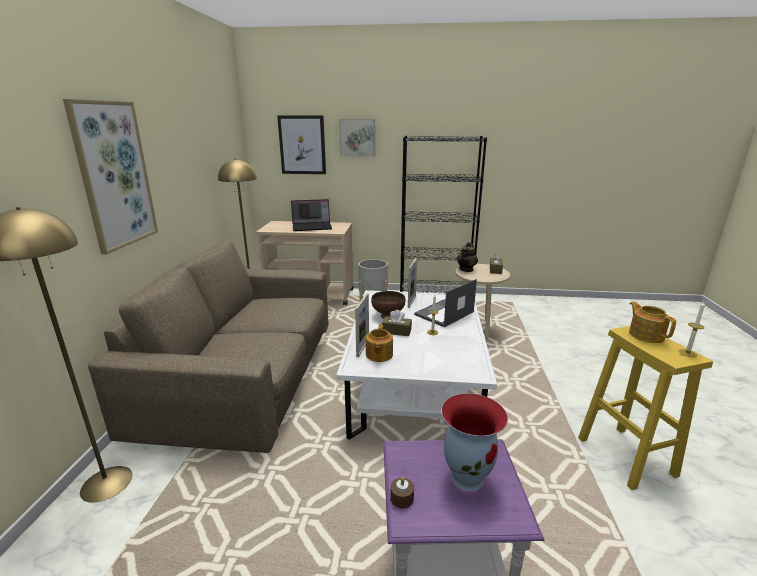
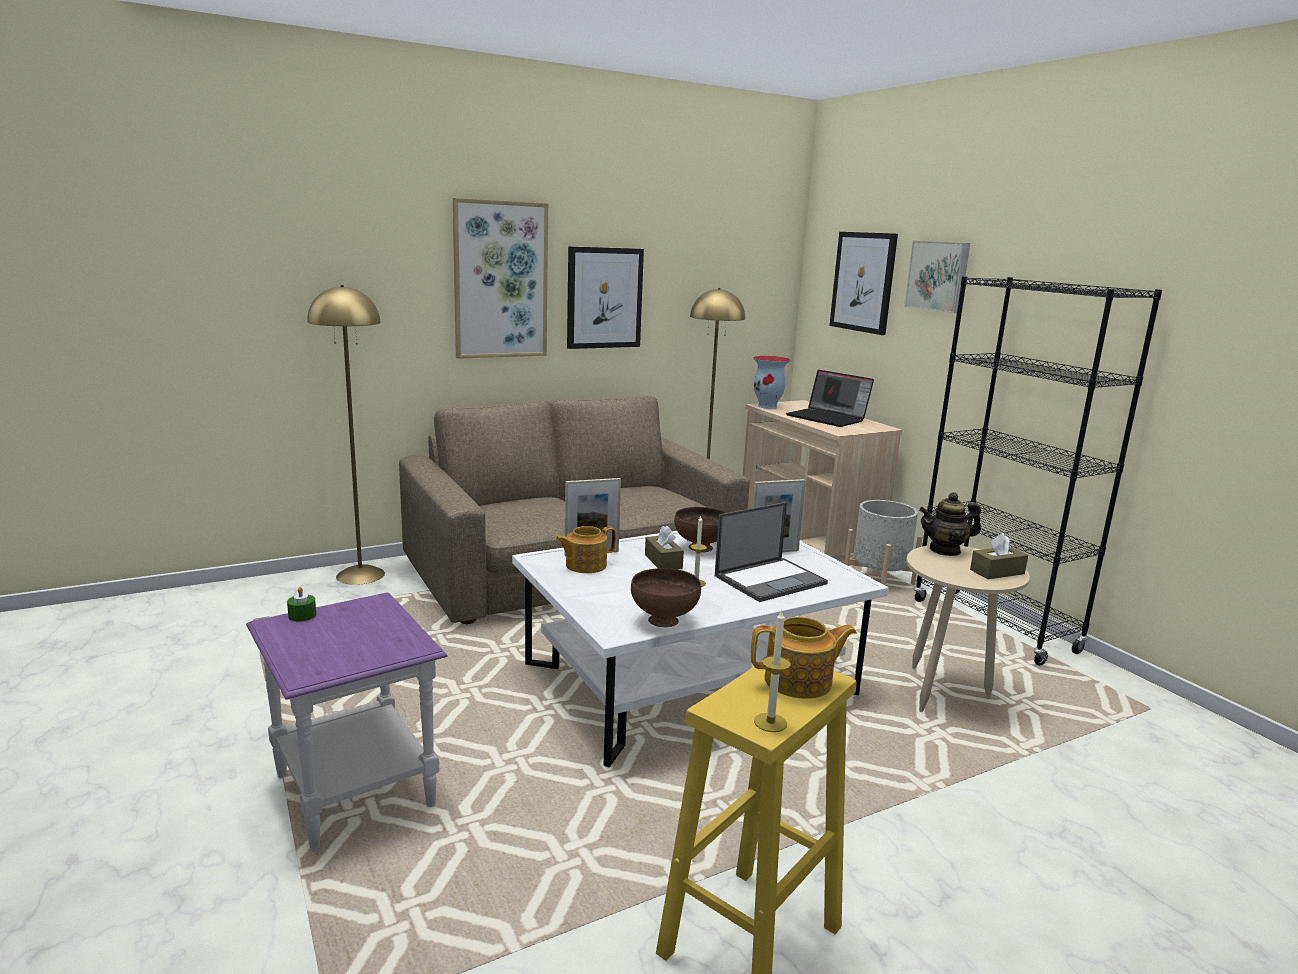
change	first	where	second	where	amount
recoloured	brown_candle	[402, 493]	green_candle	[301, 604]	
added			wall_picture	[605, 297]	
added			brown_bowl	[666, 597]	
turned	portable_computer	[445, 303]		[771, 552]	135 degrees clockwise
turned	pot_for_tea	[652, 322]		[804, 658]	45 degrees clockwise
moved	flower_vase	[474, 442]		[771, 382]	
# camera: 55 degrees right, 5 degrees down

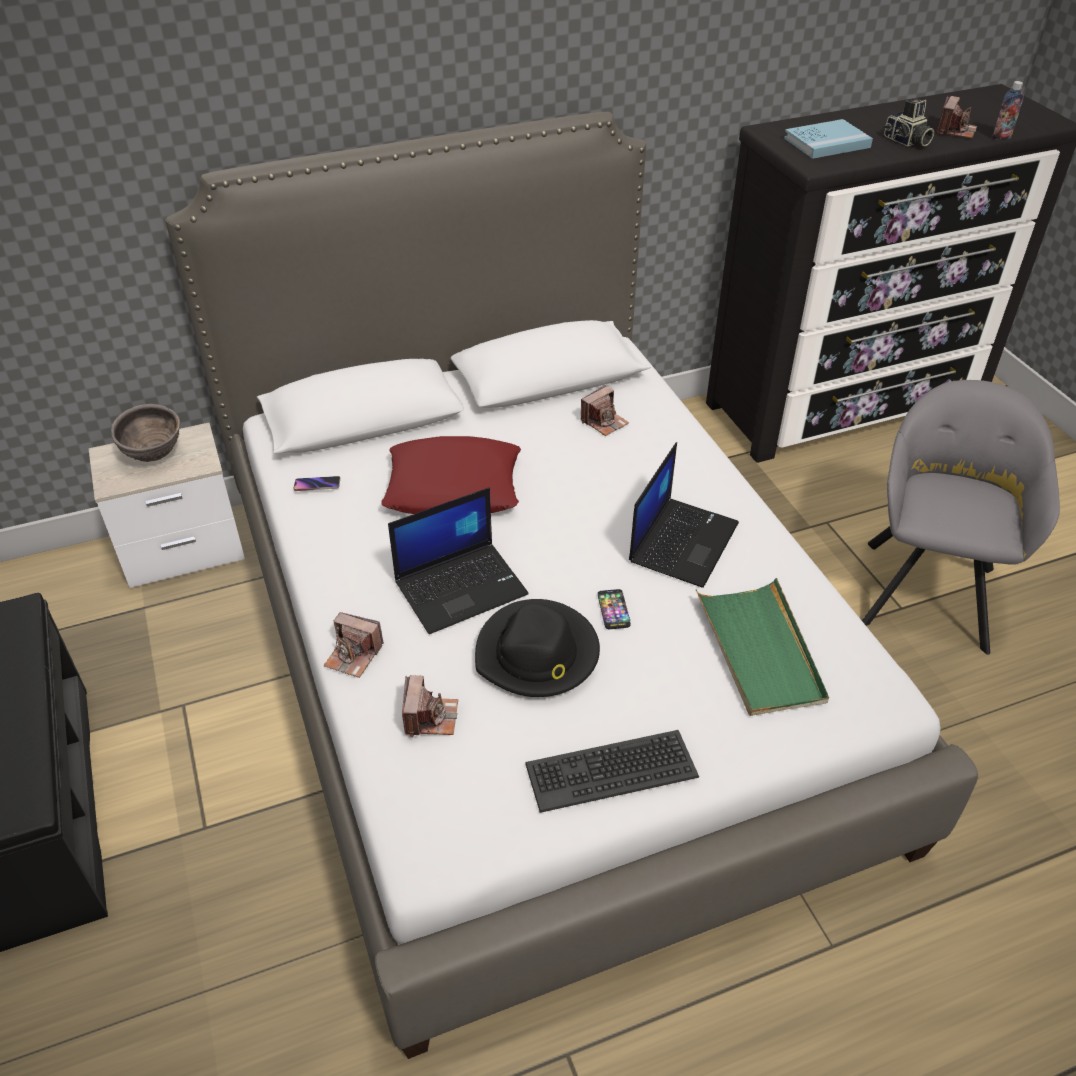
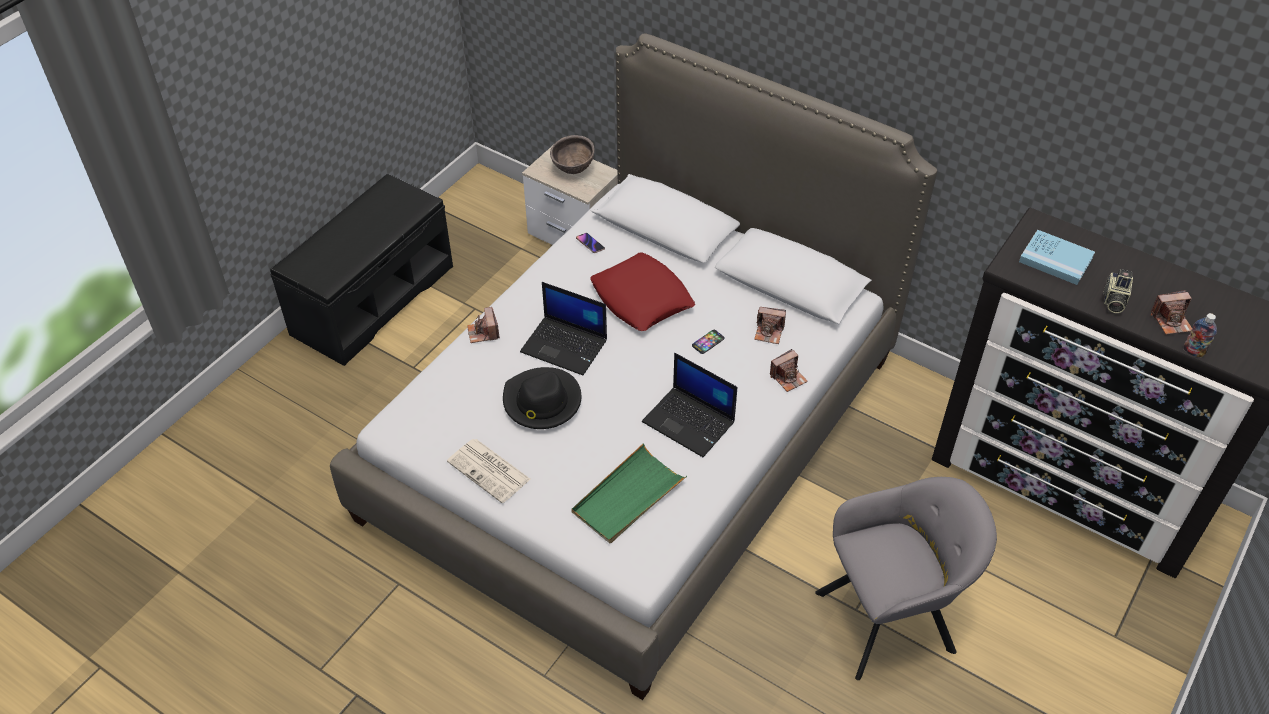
change	first	where	second	where	amount
replaced	PC_keyboard	[612, 771]	printed_paper	[488, 471]	
turned	portable_computer	[684, 515]		[689, 405]	45 degrees clockwise
moved	phone	[614, 609]		[708, 342]	
moved	photo_camera	[430, 706]		[789, 370]	
# camera: 55 degrees right, 5 degrees up

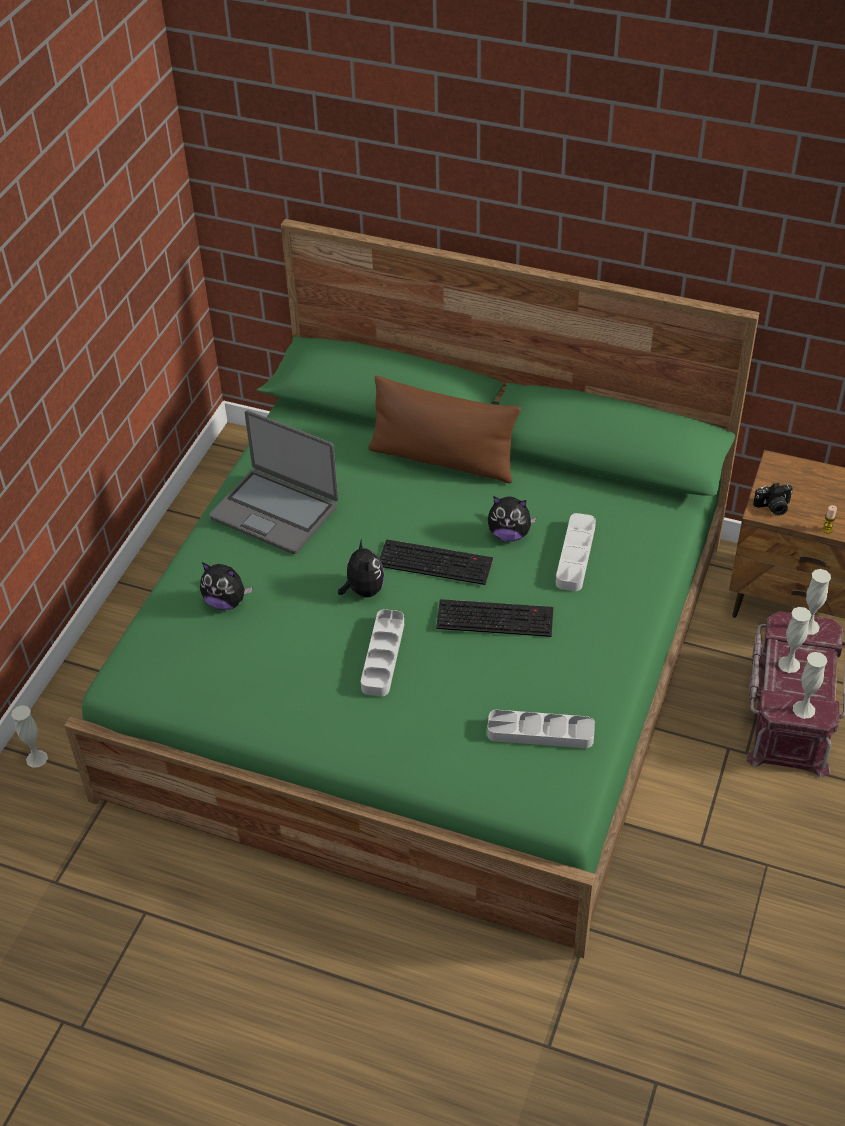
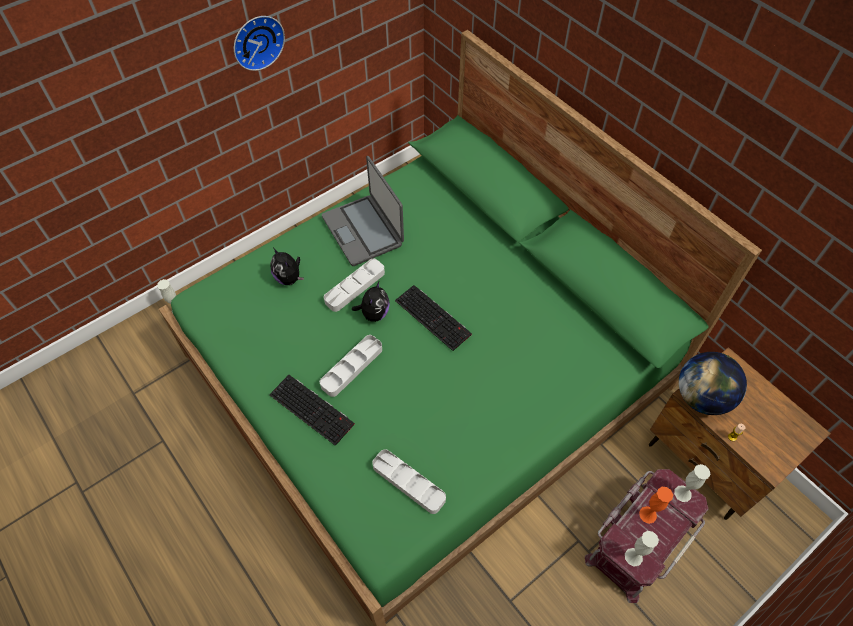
change	first	where	second	where	amount
added			hanging_clock	[259, 43]	
moved	PC_keyboard	[495, 618]		[312, 410]	
moved	greyish_carrying_tray	[576, 552]		[354, 285]	
recoloured	white-coloured_flower_vase	[795, 640]	orange-coloured_flower_vase	[656, 505]	
replaced	photo_camera	[773, 499]	world_globe	[713, 383]	
removed	brown_throw_pillow	[444, 429]			
removed	soft_toy	[512, 518]			
# camera: 30 degrees right, 10 degrees up

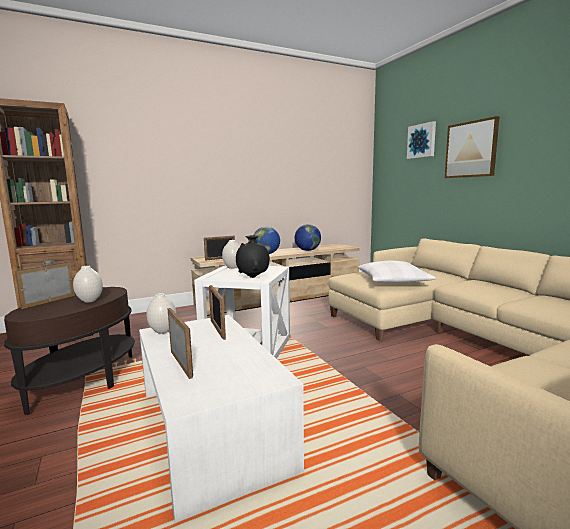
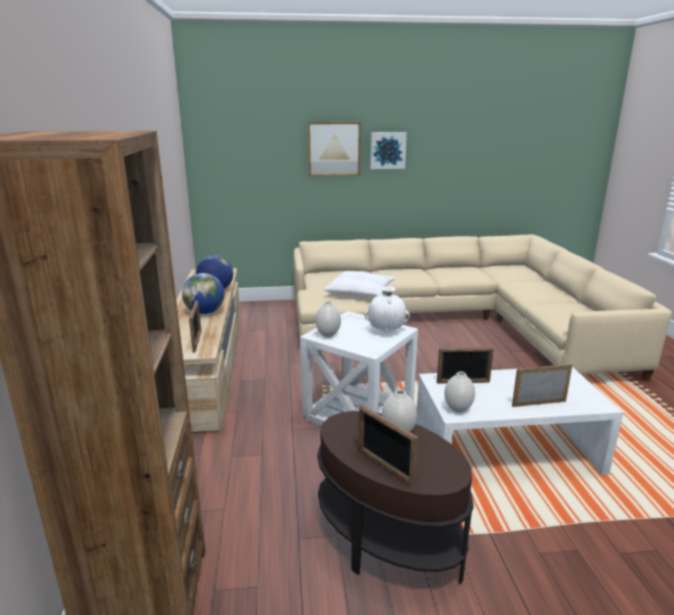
change	first	where	second	where	amount
recoloured	black_flower_vase	[253, 256]	white-coloured_flower_vase	[387, 309]	
moved	wall_picture	[421, 140]		[388, 150]	
# camera: 70 degrees left, 10 degrees up

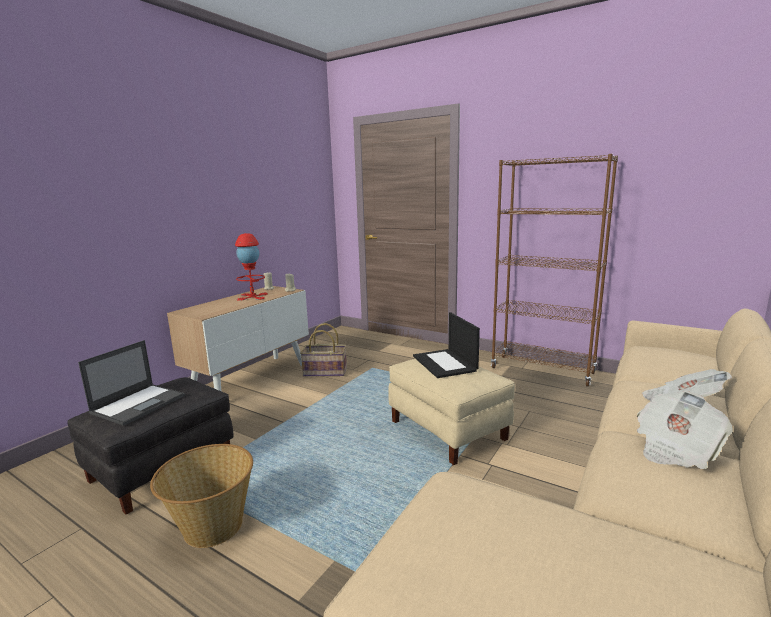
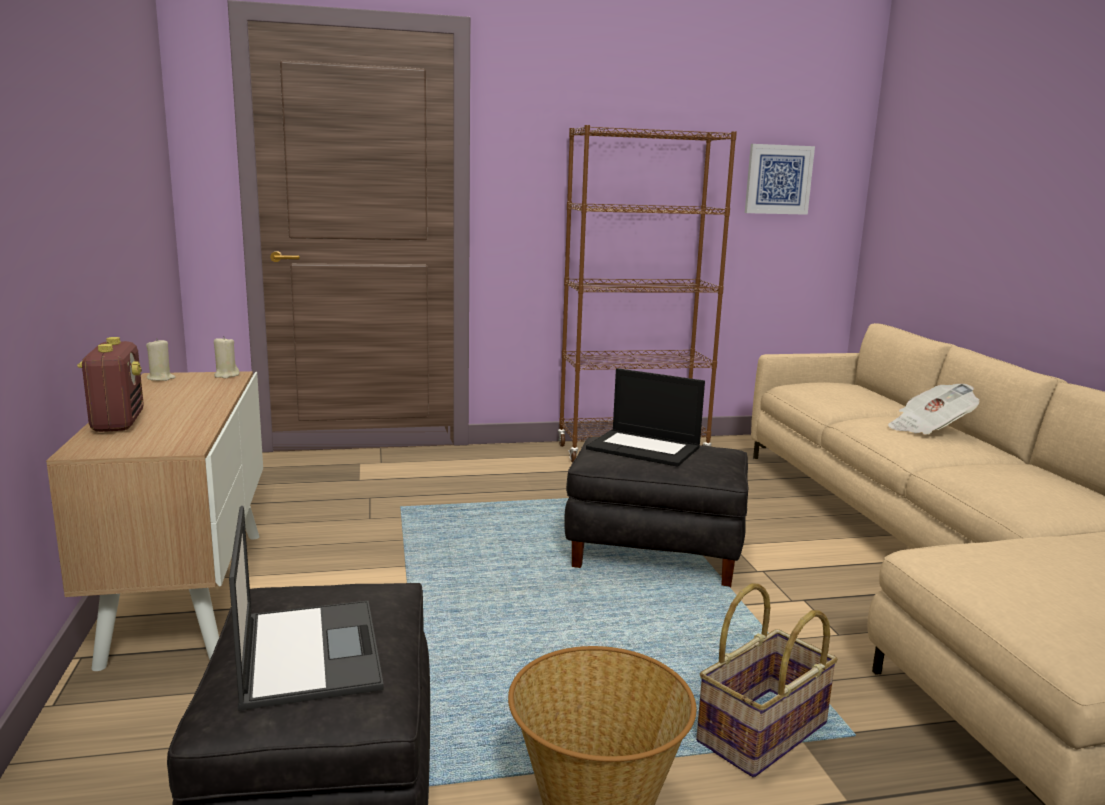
change	first	where	second	where	amount
added			radio_receiver	[110, 384]	
recoloured	beige-coloured_footrest	[451, 412]	black_footrest	[656, 512]	
moved	household_basket	[323, 349]		[767, 680]	
added			wall_picture	[780, 179]	
removed	red_table_lamp	[251, 267]			
removed	printed_paper	[685, 430]			
# camera: 45 degrees left, 0 degrees up

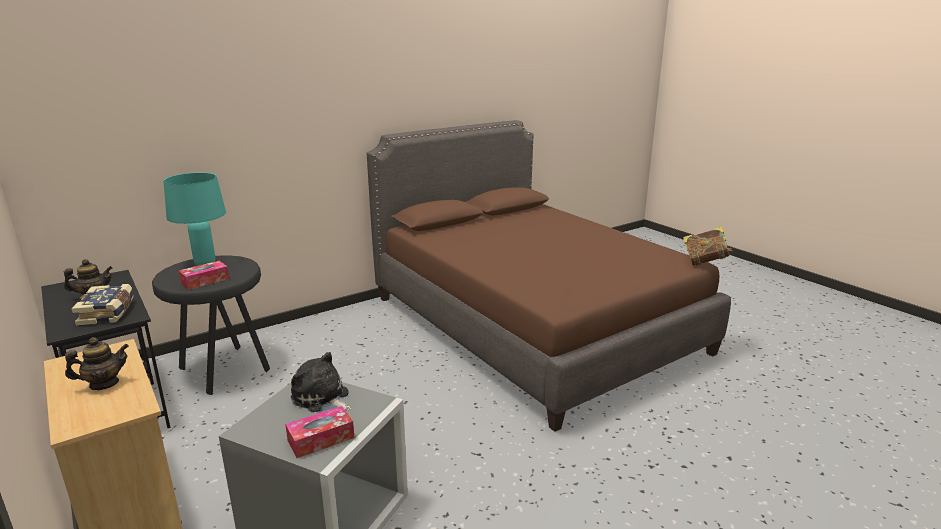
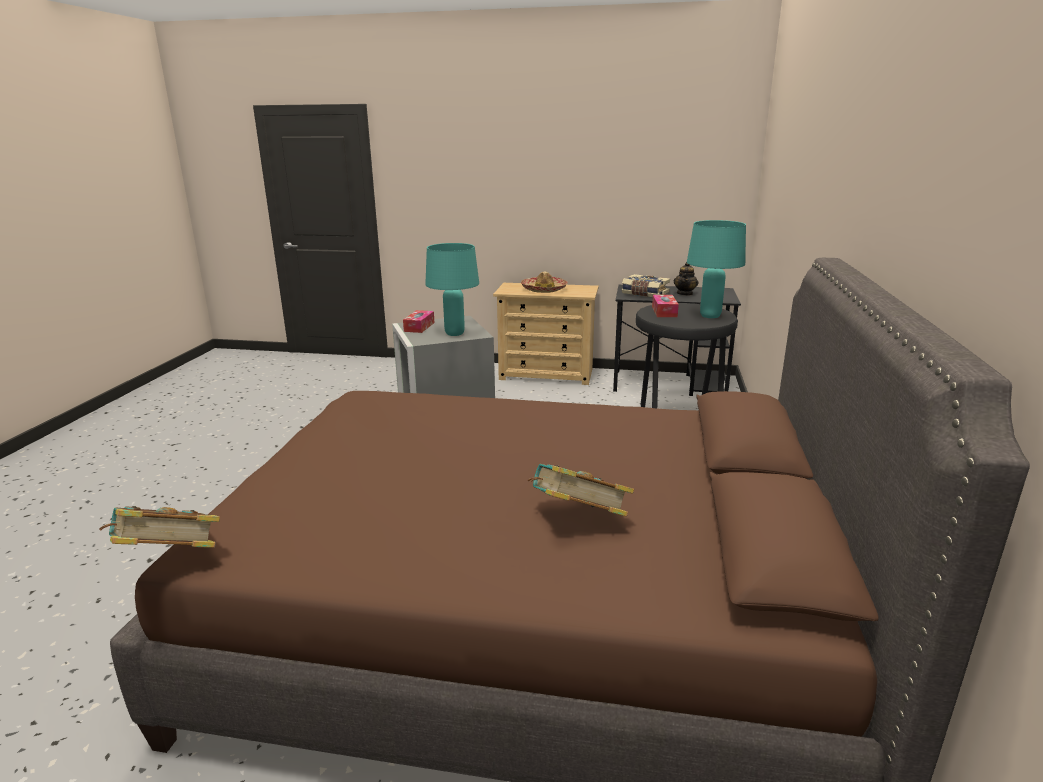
change	first	where	second	where	amount
replaced	soft_toy	[321, 382]	turquoise-coloured_table_lamp	[452, 289]	
replaced	pot_for_tea	[97, 363]	clothing_hat	[544, 282]	
added			book	[581, 490]	
# camera: 135 degrees right, 0 degrees up

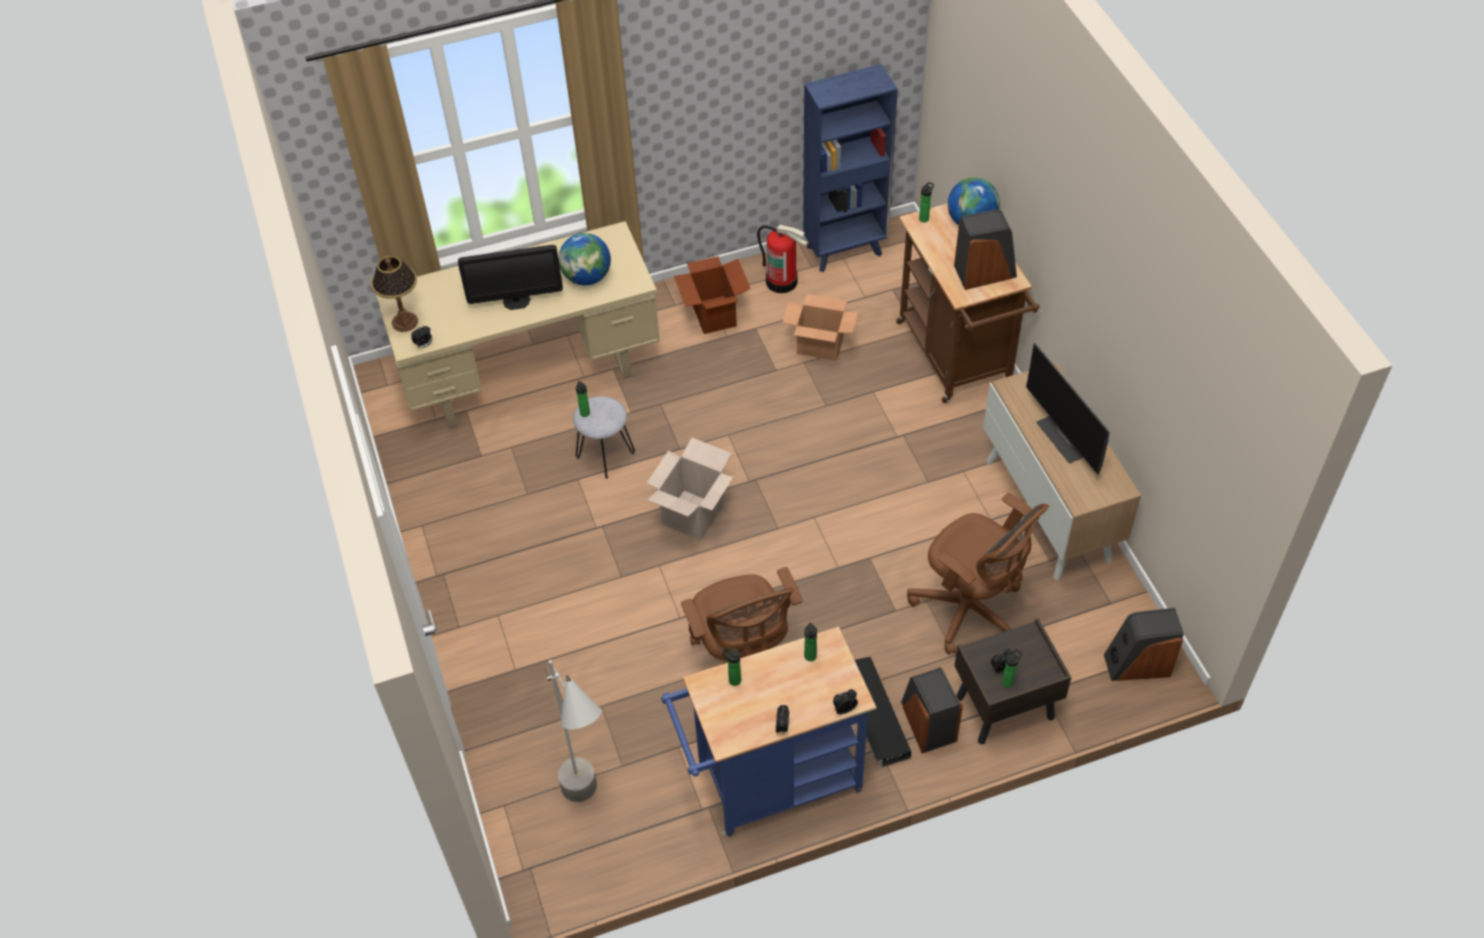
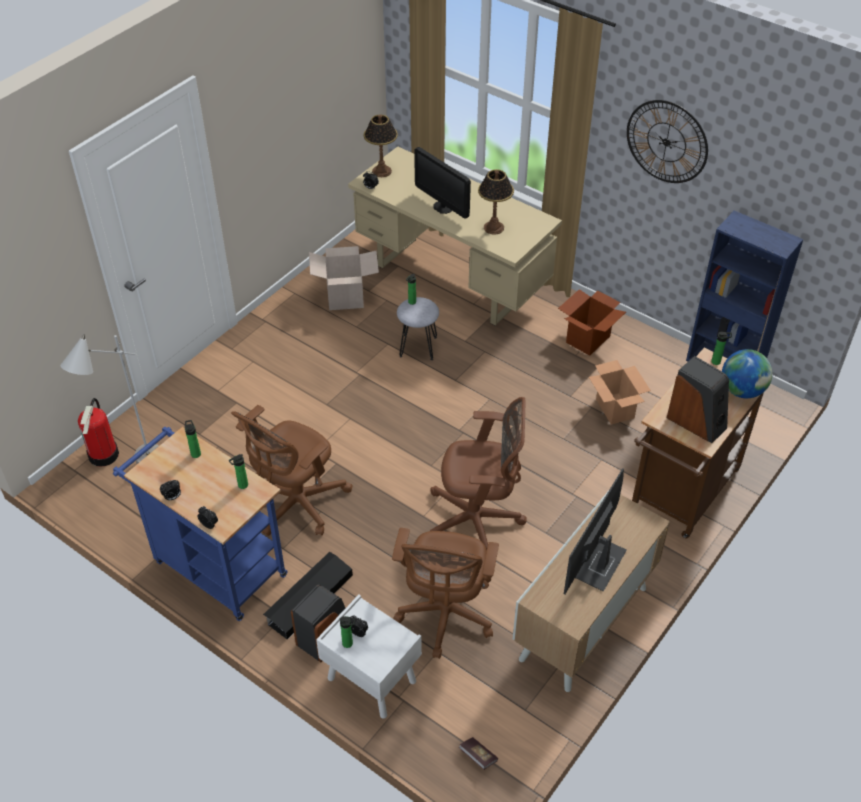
change	first	where	second	where	amount
moved	fire-fighting_cylinder	[782, 259]		[98, 432]	
moved	packing_box	[690, 489]		[344, 278]	
recoloured	brown_night_table	[1013, 681]	white-coloured_night_table	[369, 657]	
added			brown_office_chair	[478, 473]	
replaced	speaker	[1144, 644]	book	[478, 753]	
replaced	world_globe	[585, 259]	table_lamp	[496, 202]	
added			hanging_clock	[667, 141]	
# camera: 55 degrees right, 5 degrees down

